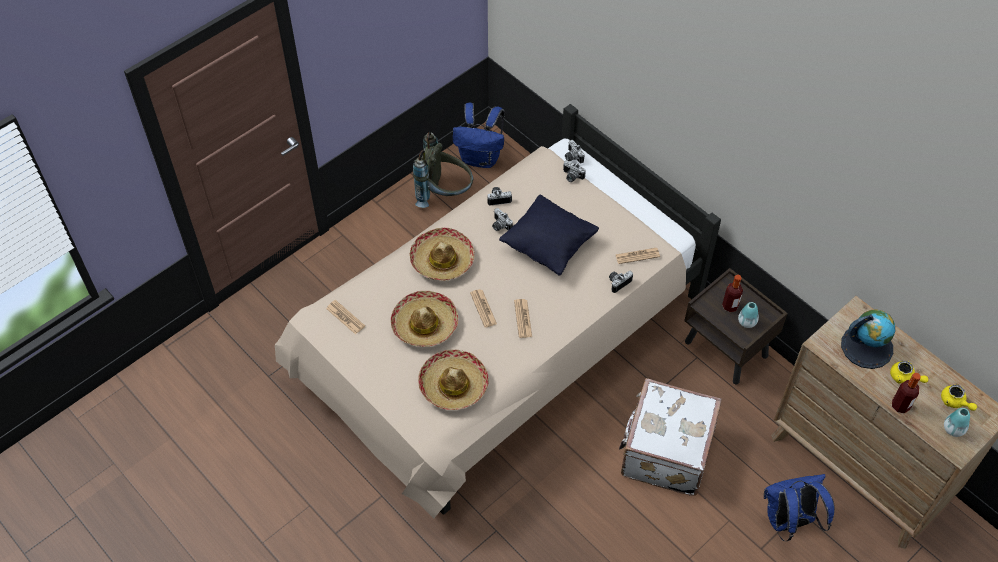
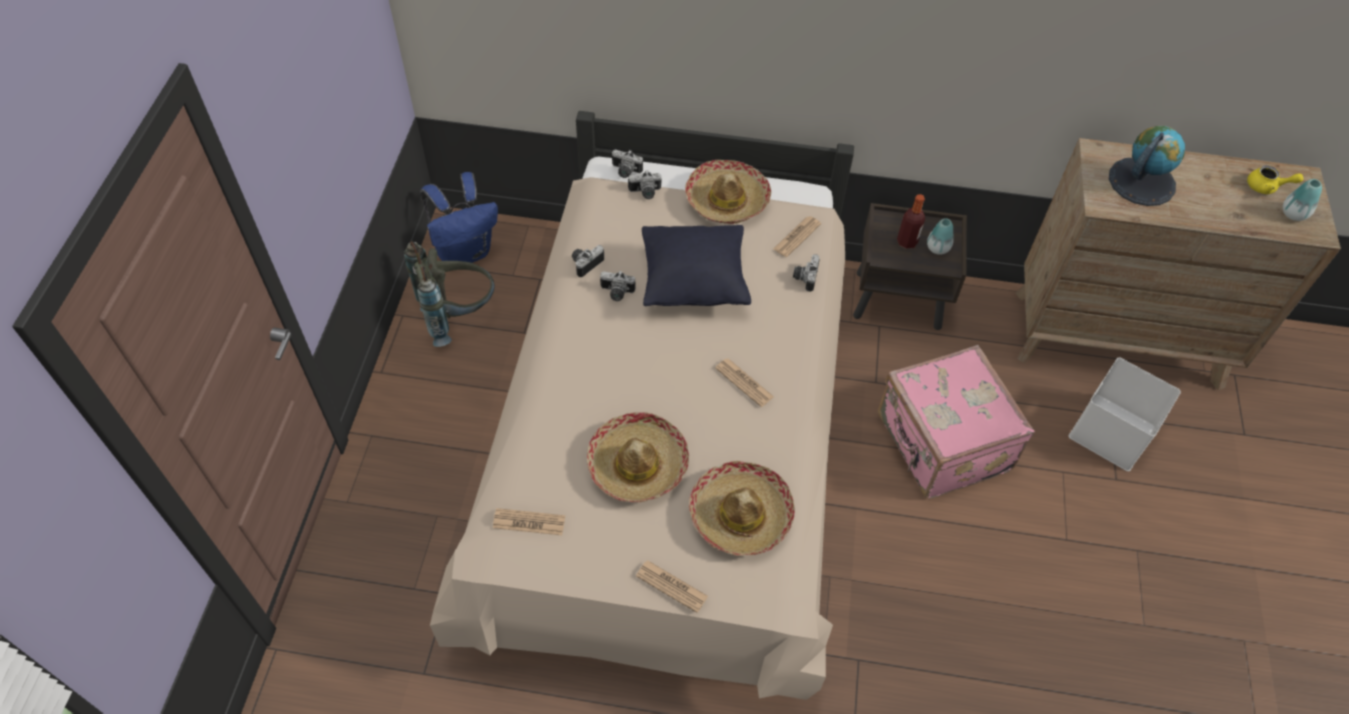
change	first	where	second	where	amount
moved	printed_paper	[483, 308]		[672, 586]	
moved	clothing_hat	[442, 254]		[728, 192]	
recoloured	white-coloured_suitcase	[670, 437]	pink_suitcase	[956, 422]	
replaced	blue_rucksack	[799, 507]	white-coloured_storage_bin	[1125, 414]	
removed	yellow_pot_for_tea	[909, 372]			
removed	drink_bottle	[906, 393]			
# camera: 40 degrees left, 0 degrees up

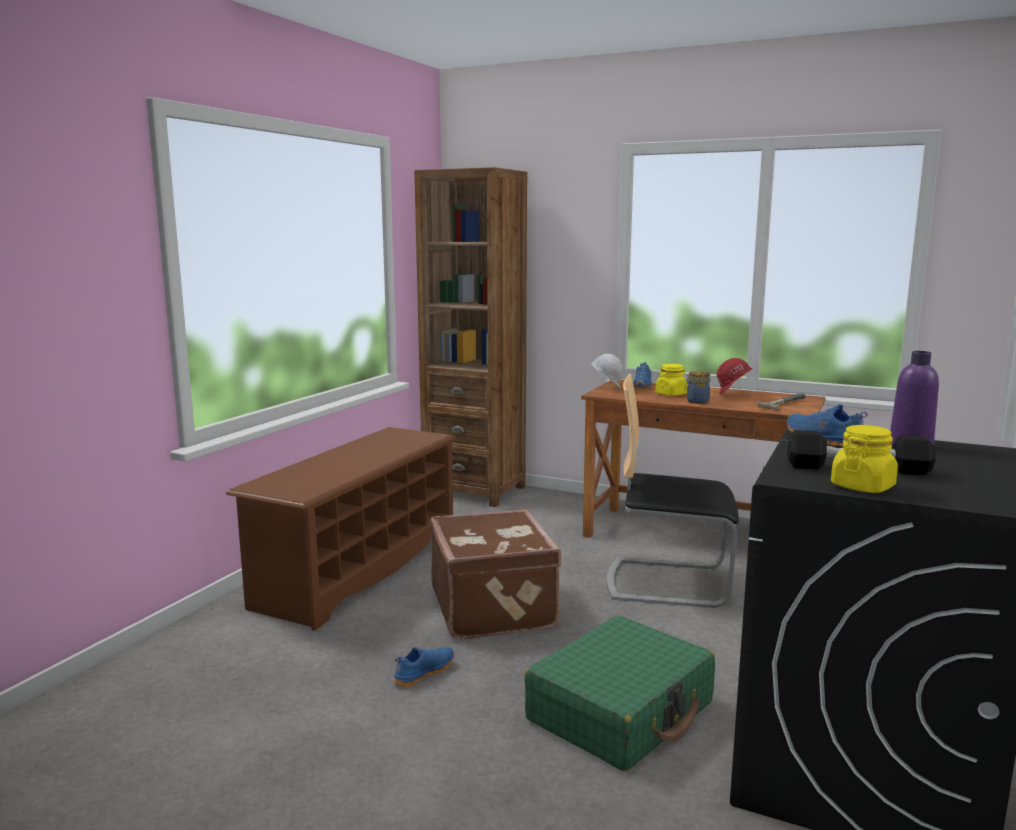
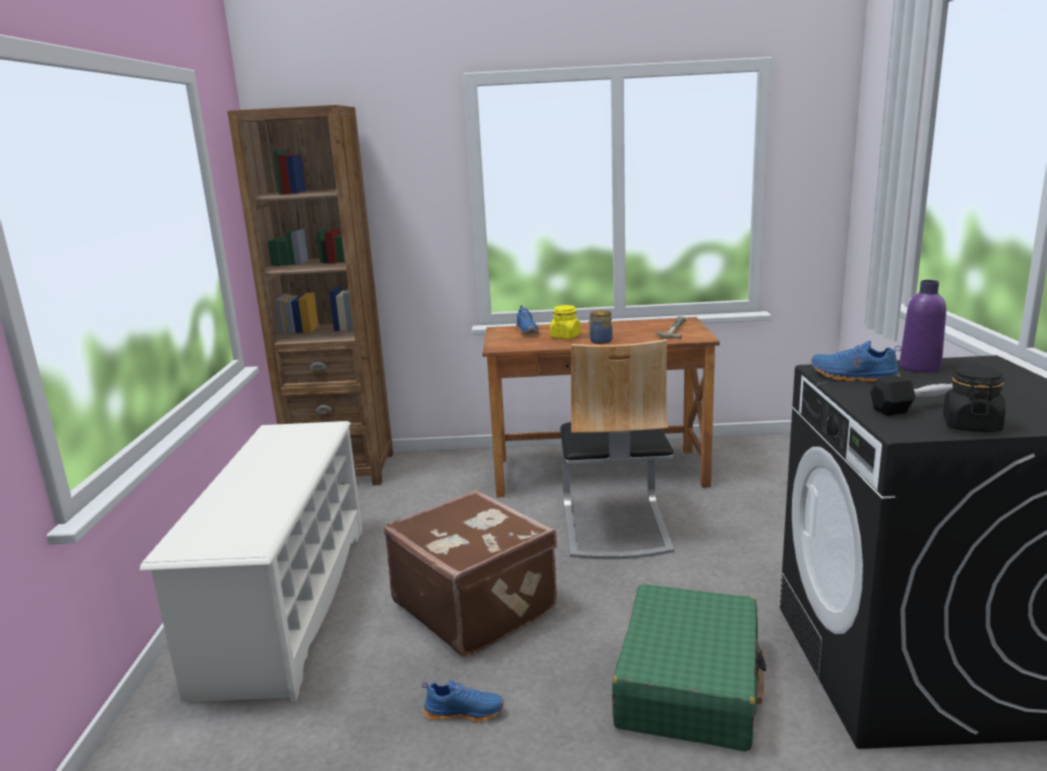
change	first	where	second	where	amount
recoloured	brown_shoe_shelf	[340, 529]	white-coloured_shoe_shelf	[251, 561]	
turned	blue_low_shoe	[424, 667]		[463, 701]	75 degrees clockwise
turned	plain_chair	[673, 491]		[617, 449]	75 degrees counterclockwise
recoloured	yellow_jar	[864, 459]	black_jar	[974, 399]	
removed	white-coloured_safety_helmet	[607, 371]			
removed	red_safety_helmet	[735, 376]			
# camera: 25 degrees left, 5 degrees up

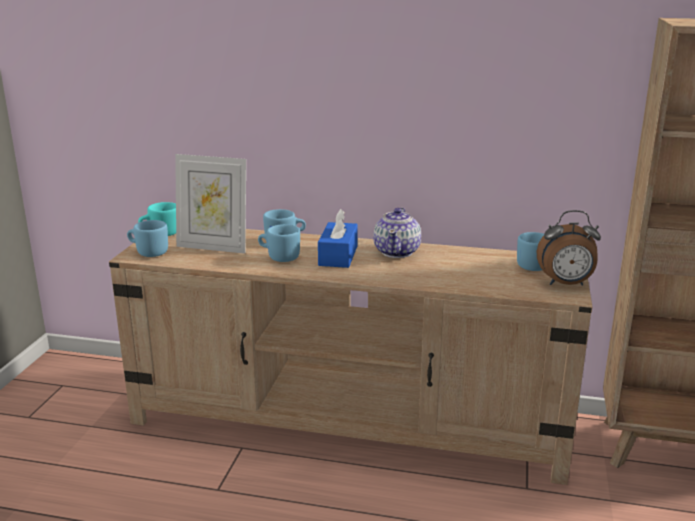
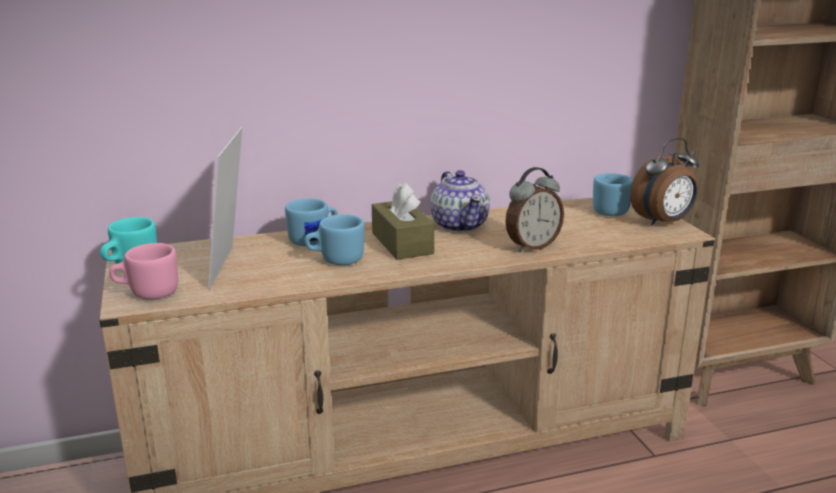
change	first	where	second	where	amount
recoloured	blue_mug	[147, 238]	pink_mug	[143, 271]	
turned	standing_frame	[210, 204]		[225, 208]	105 degrees clockwise
recoloured	blue_tissue_box	[338, 238]	brown_tissue_box	[403, 221]	
added			alarm_clock	[534, 209]	
# camera: 30 degrees left, 0 degrees up

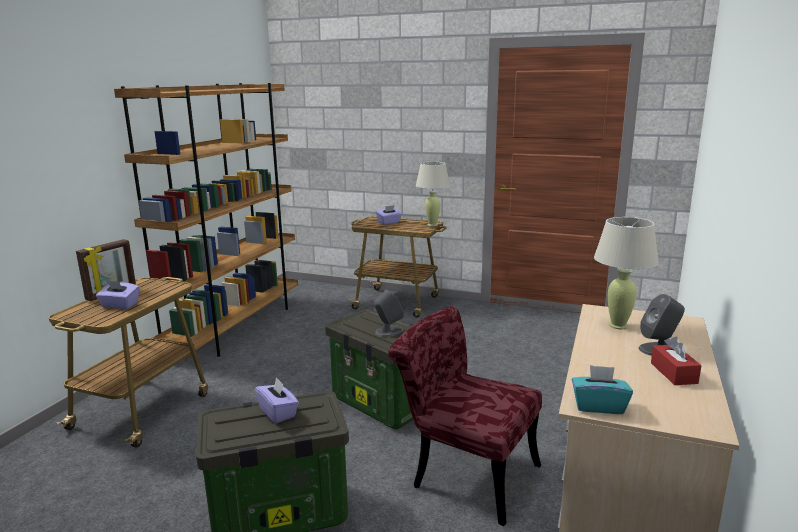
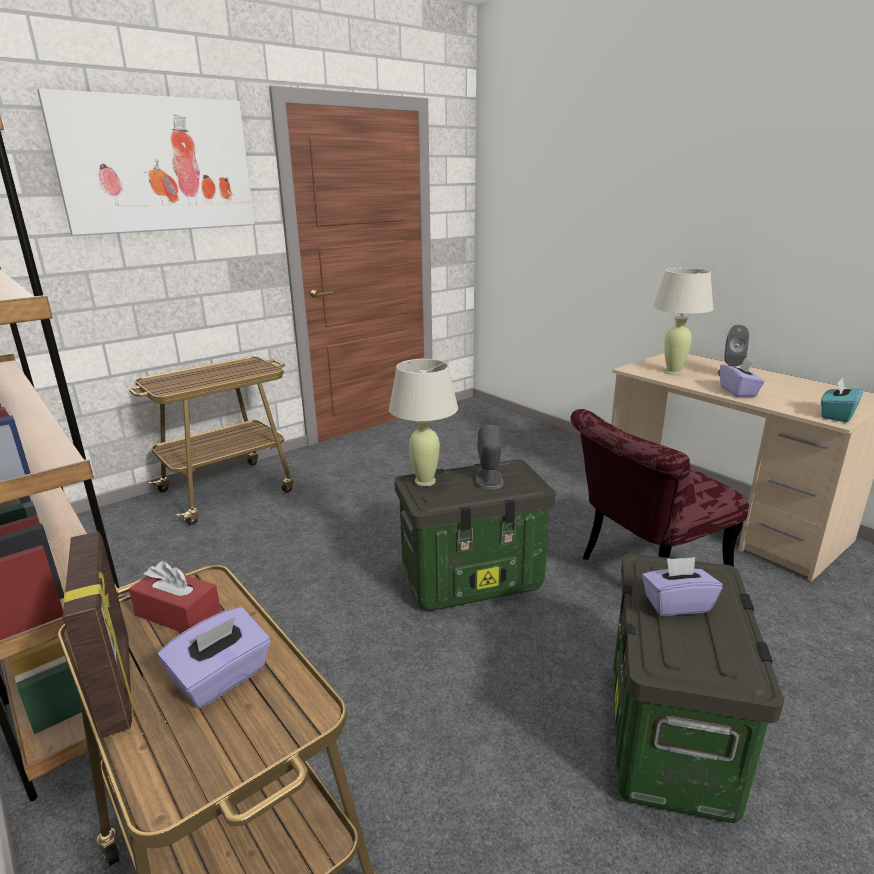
change	first	where	second	where	amount
added			wall_picture	[146, 161]	
moved	red_tissue_box	[676, 361]		[175, 596]	
moved	beige-coloured_table_lamp	[433, 194]		[423, 422]	
moved	purplish_tissue_box	[389, 215]		[742, 377]	
# camera: 60 degrees left, 5 degrees up

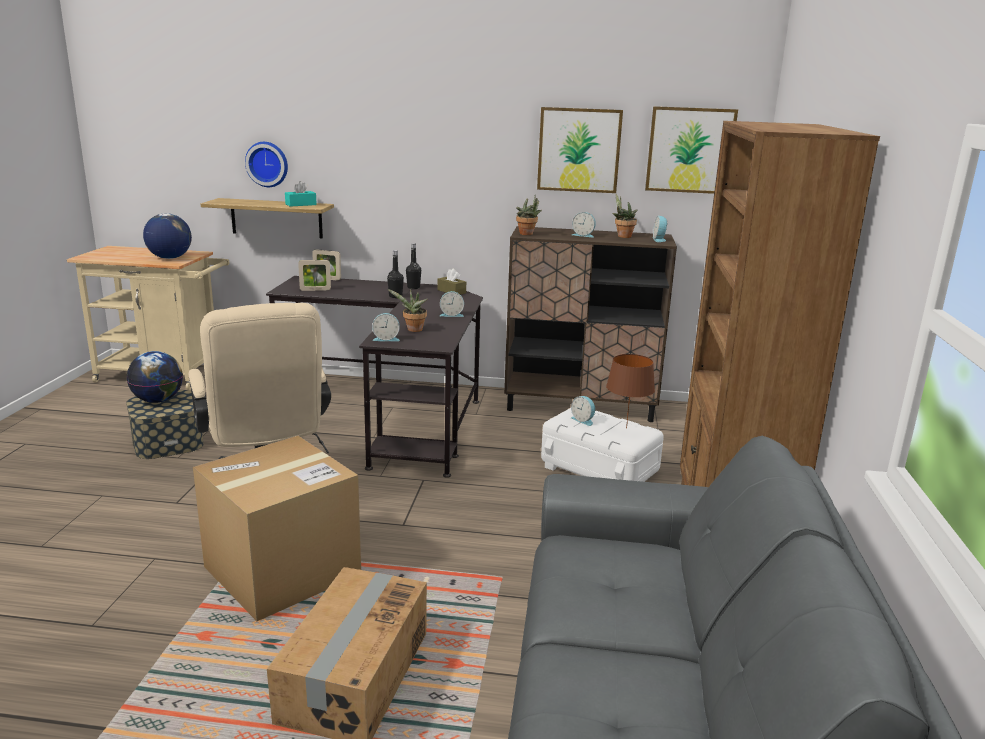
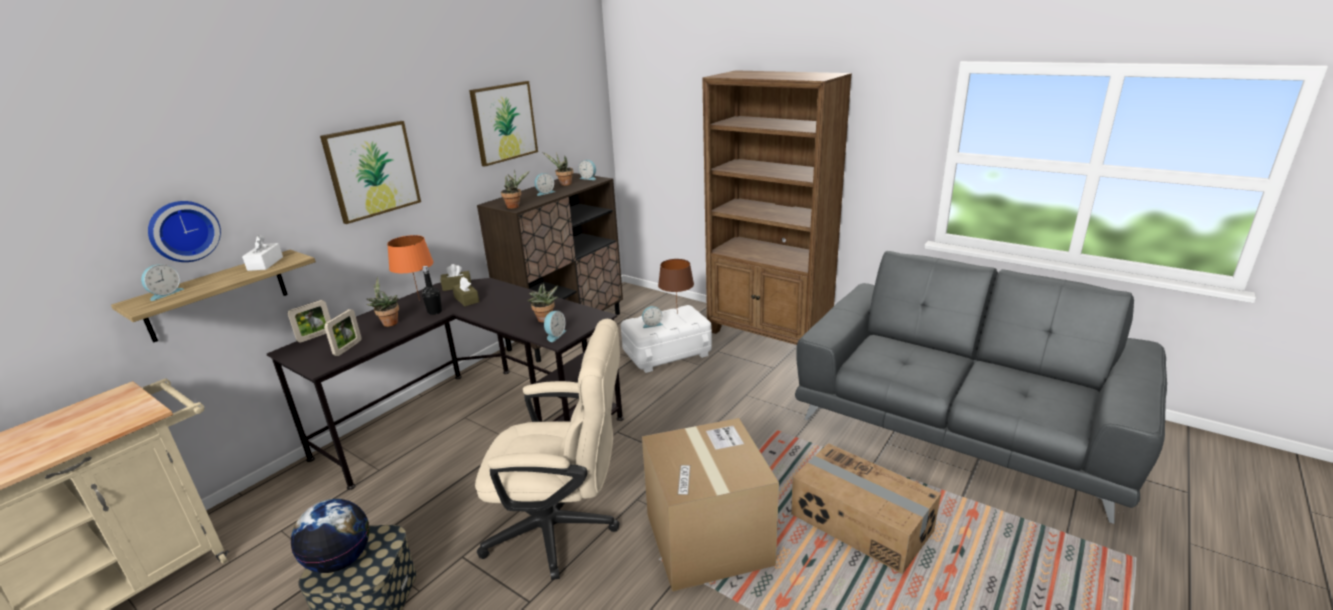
change	first	where	second	where	amount
moved	alarm_clock	[452, 304]		[162, 282]	
recoloured	turquoise-coloured_tissue_box	[301, 194]	white-coloured_tissue_box	[262, 253]	
moved	wall_picture	[691, 150]		[370, 172]	
added			plant_in_a_pot	[383, 302]	
replaced	black_drink_bottle	[413, 266]	orange-coloured_table_lamp	[410, 267]	
added			brown_tissue_box	[465, 291]	
removed	world_globe	[167, 236]			
# camera: 60 degrees left, 5 degrees up

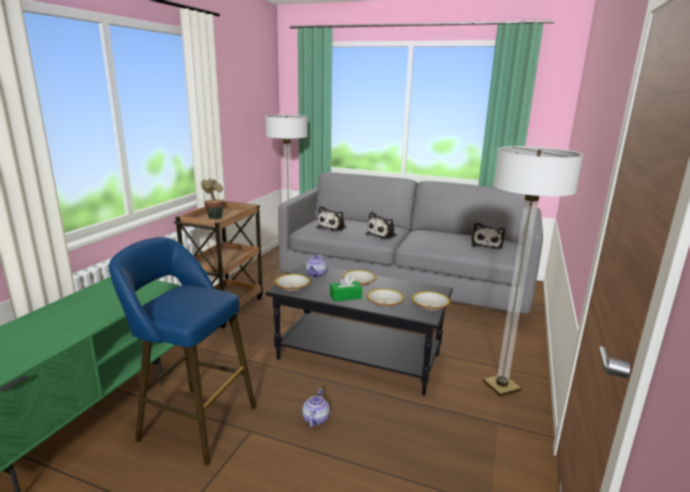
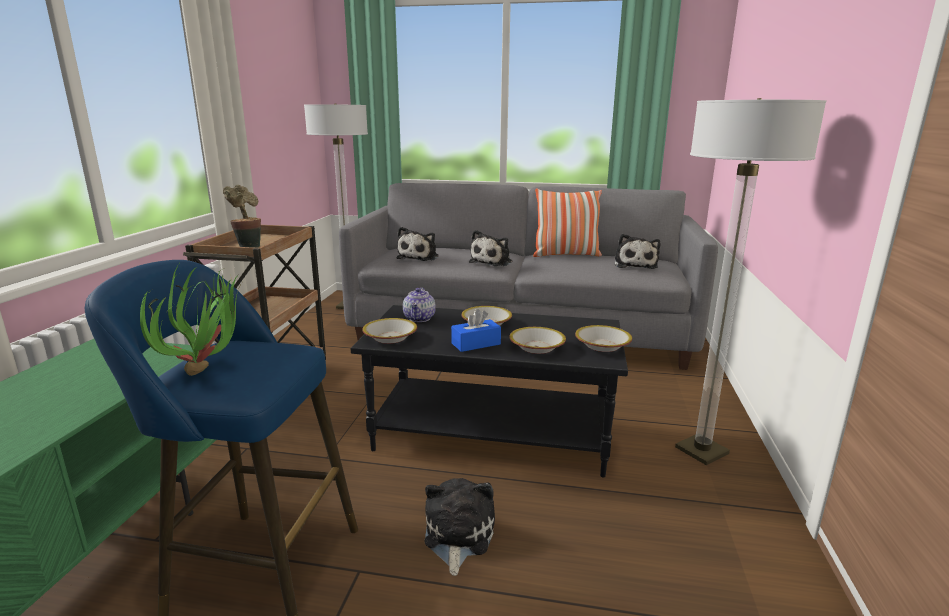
change	first	where	second	where	amount
added			plant_in_a_pot	[191, 320]	
replaced	pot_for_tea	[316, 408]	soft_toy	[459, 527]	
recoloured	green_tissue_box	[346, 288]	blue_tissue_box	[476, 330]	
added			throw_pillow	[567, 223]	
# camera: 10 degrees left, 0 degrees up

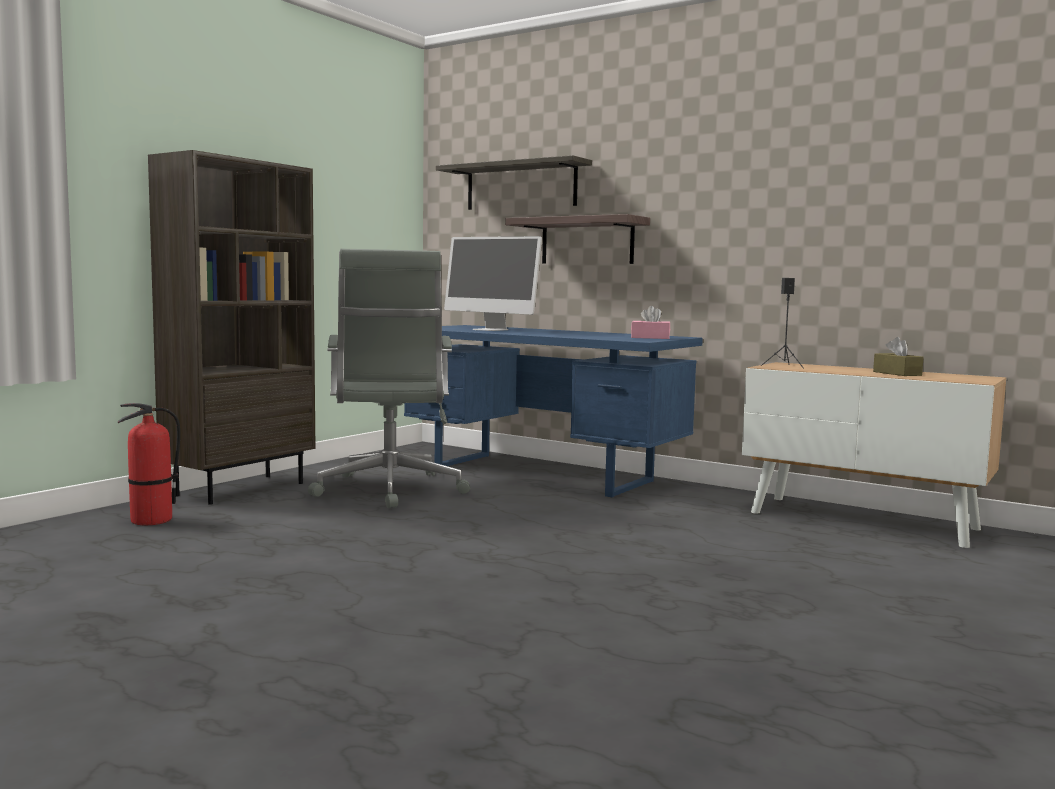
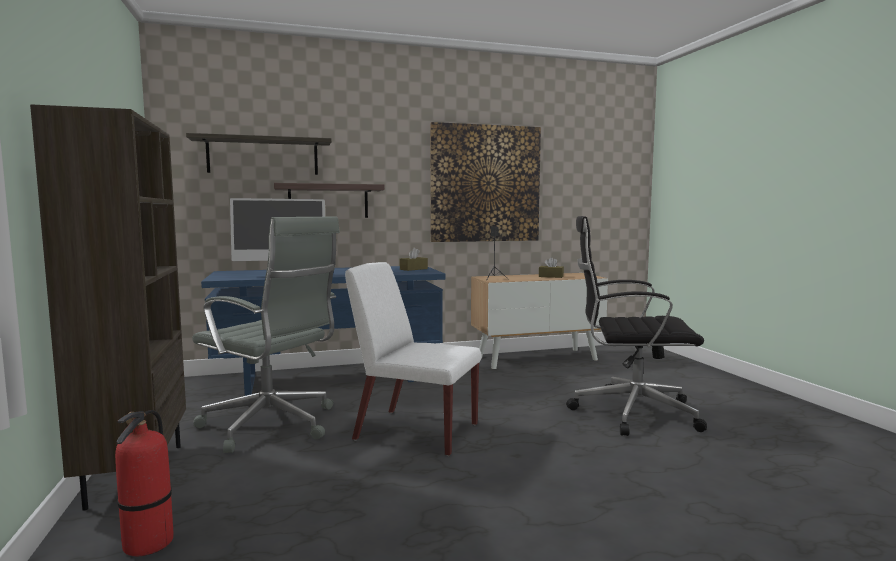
change	first	where	second	where	amount
added			white-coloured_plain_chair	[413, 359]	
recoloured	pink_tissue_box	[650, 322]	brown_tissue_box	[414, 259]	
added			wall_picture	[485, 182]	
added			black_office_chair	[636, 326]	
# camera: 50 degrees left, 0 degrees up

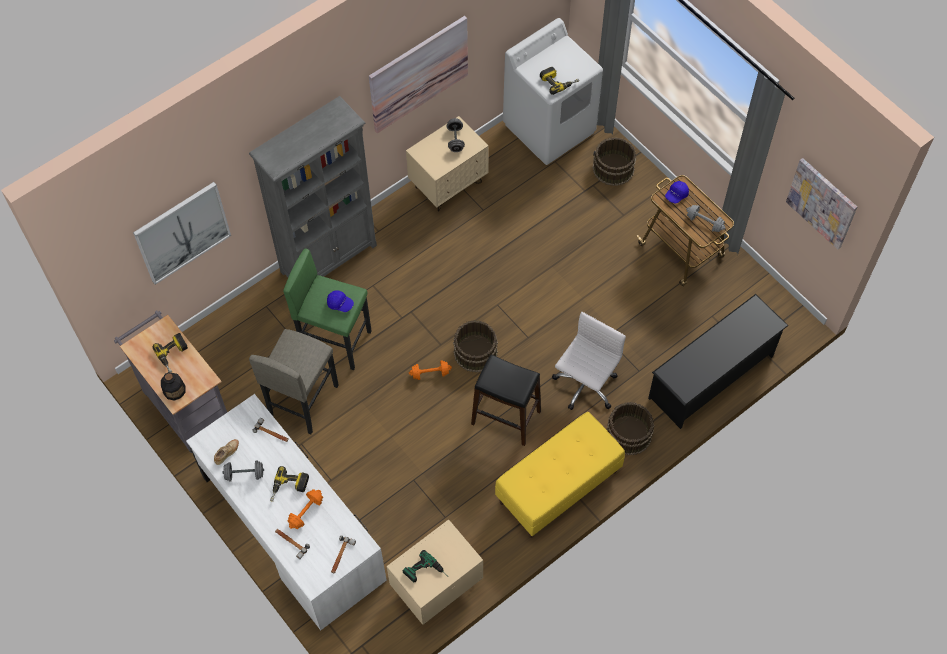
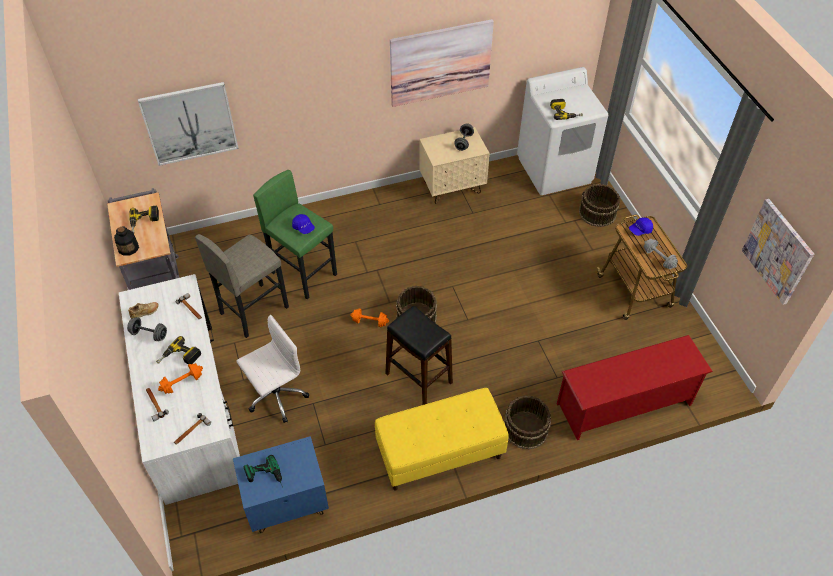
change	first	where	second	where	amount
recoloured	beige-coloured_night_table	[435, 572]	blue_night_table	[281, 484]	
moved	white-coloured_office_chair	[589, 361]		[273, 368]	
recoloured	black_shoe_shelf	[718, 361]	red_shoe_shelf	[635, 387]	
removed	greyish_shelving_unit	[313, 186]			
# camera: 20 degrees right, 10 degrees down

